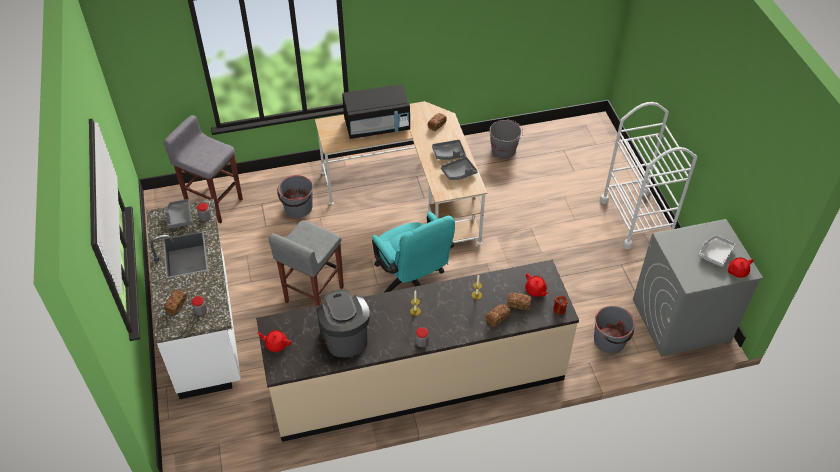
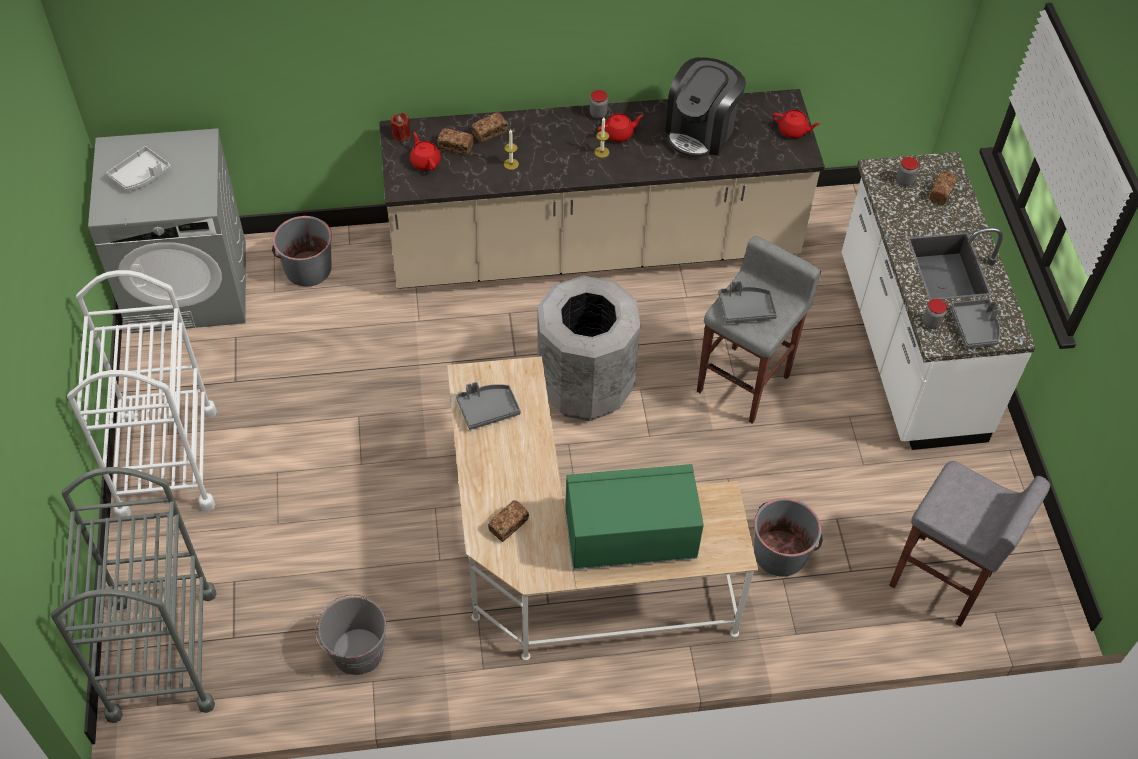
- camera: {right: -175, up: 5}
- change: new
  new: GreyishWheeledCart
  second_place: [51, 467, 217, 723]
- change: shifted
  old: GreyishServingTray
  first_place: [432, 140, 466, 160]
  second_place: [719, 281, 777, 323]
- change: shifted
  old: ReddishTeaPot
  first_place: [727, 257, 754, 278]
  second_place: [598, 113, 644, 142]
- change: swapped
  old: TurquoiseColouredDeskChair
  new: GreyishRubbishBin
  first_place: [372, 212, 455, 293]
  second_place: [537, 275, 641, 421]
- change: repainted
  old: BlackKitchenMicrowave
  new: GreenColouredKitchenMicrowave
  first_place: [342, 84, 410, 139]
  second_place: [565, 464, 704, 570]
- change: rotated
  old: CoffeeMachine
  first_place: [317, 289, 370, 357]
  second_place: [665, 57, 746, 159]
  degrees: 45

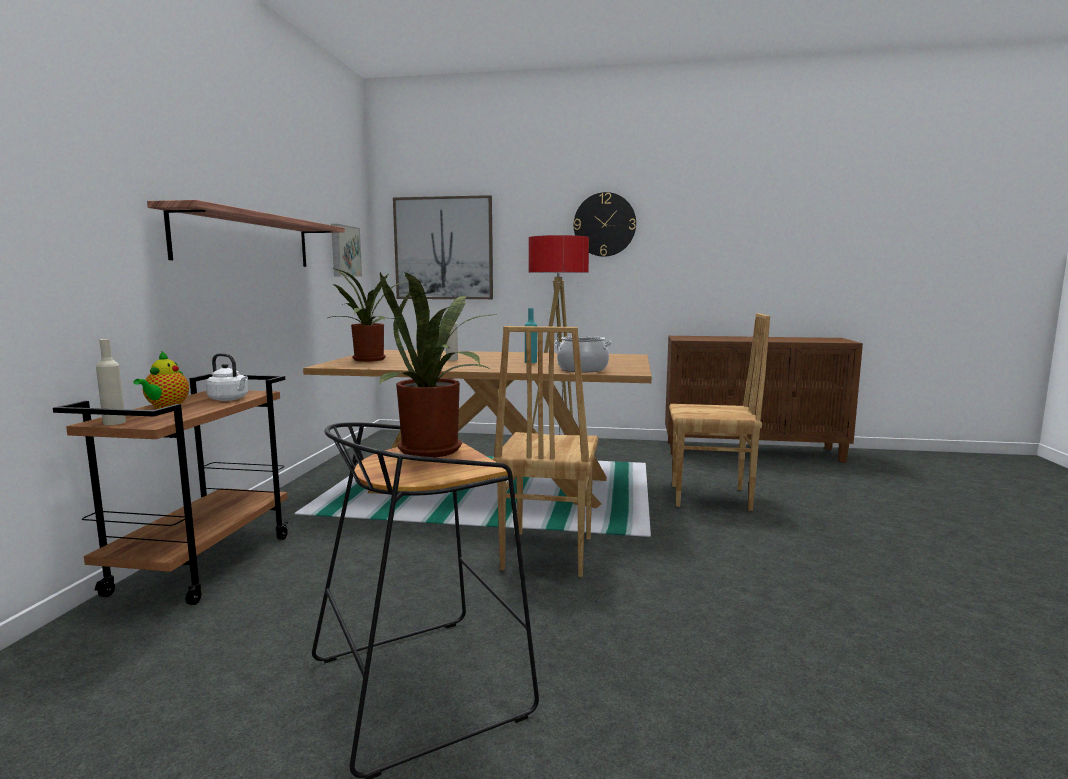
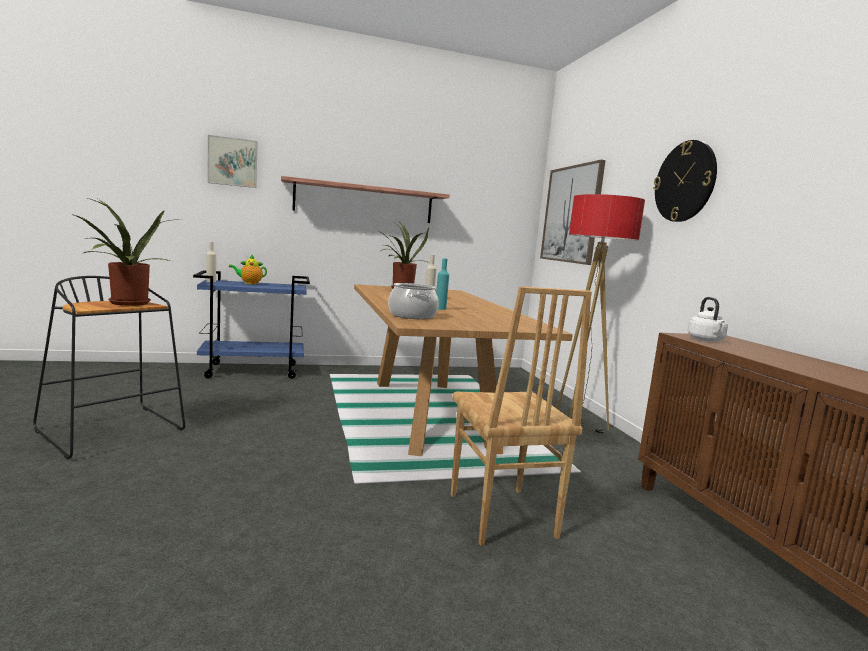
- camera: {right: 65, up: 0}
- change: gone
  old: BrownColouredChair
  first_place: [492, 326, 599, 577]
- change: shifted
  old: WhitishWaterKettle
  first_place: [206, 353, 248, 401]
  second_place: [688, 297, 728, 342]
- change: shifted
  old: Picture
  first_place: [331, 224, 362, 277]
  second_place: [207, 135, 258, 188]
- change: repainted
  old: BrownColouredWheeledCart
  new: BlueColouredWheeledCart
  first_place: [53, 374, 289, 605]
  second_place: [193, 270, 310, 379]

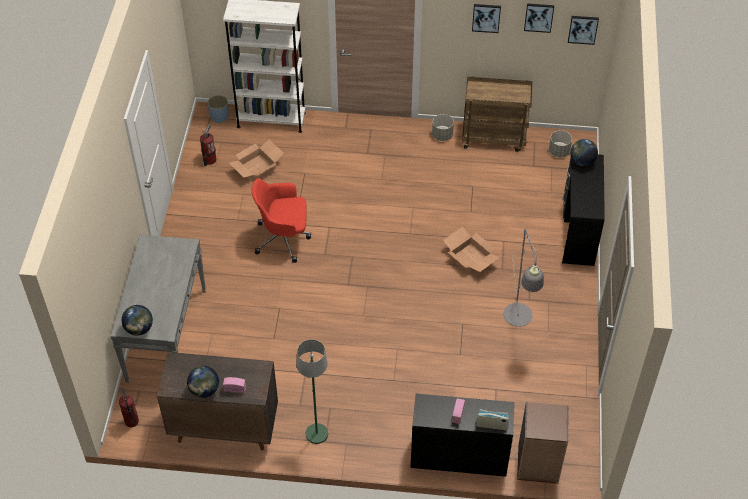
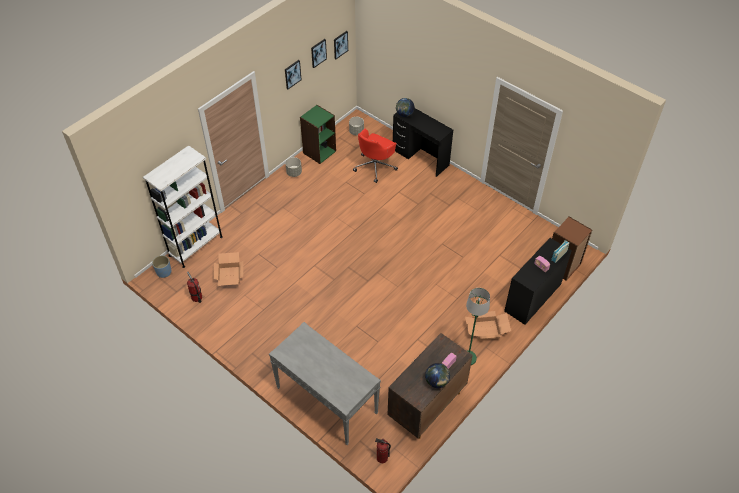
- camera: {right: -55, up: 0}
- change: gone
  old: WorldGlobe
  first_place: [122, 305, 153, 336]
- change: gone
  old: GreyishFloorLamp
  first_place: [503, 229, 544, 327]
- change: shifted
  old: ReddishDeskChair
  first_place: [252, 178, 311, 263]
  second_place: [353, 129, 398, 183]
- change: shifted
  old: PackingBox
  first_place: [443, 227, 500, 274]
  second_place: [465, 311, 511, 341]
- change: swapped
  old: BrownColouredWheeledCart
  new: GreenColouredShelvingUnit
  first_place: [462, 76, 532, 152]
  second_place: [300, 105, 336, 164]

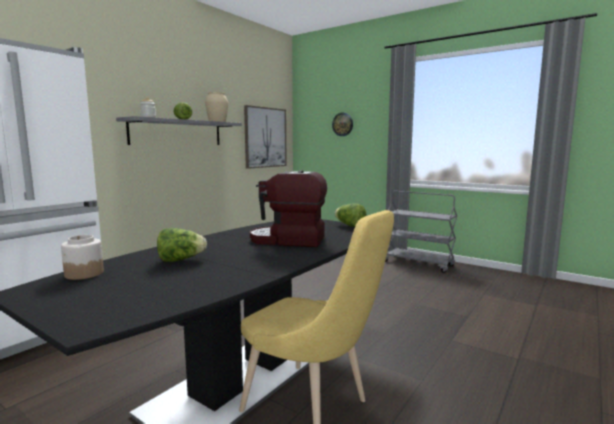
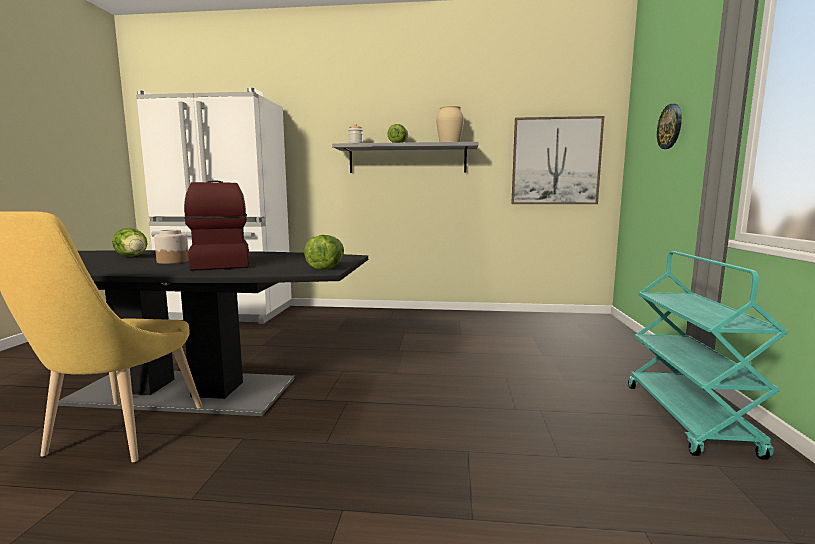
- camera: {right: 60, up: 0}
- change: shifted
  old: PreserveJar
  first_place: [61, 235, 104, 280]
  second_place: [154, 230, 189, 264]
- change: repainted
  old: GreyishWheeledCart
  new: TurquoiseColouredWheeledCart
  first_place: [385, 191, 457, 273]
  second_place: [628, 251, 789, 460]

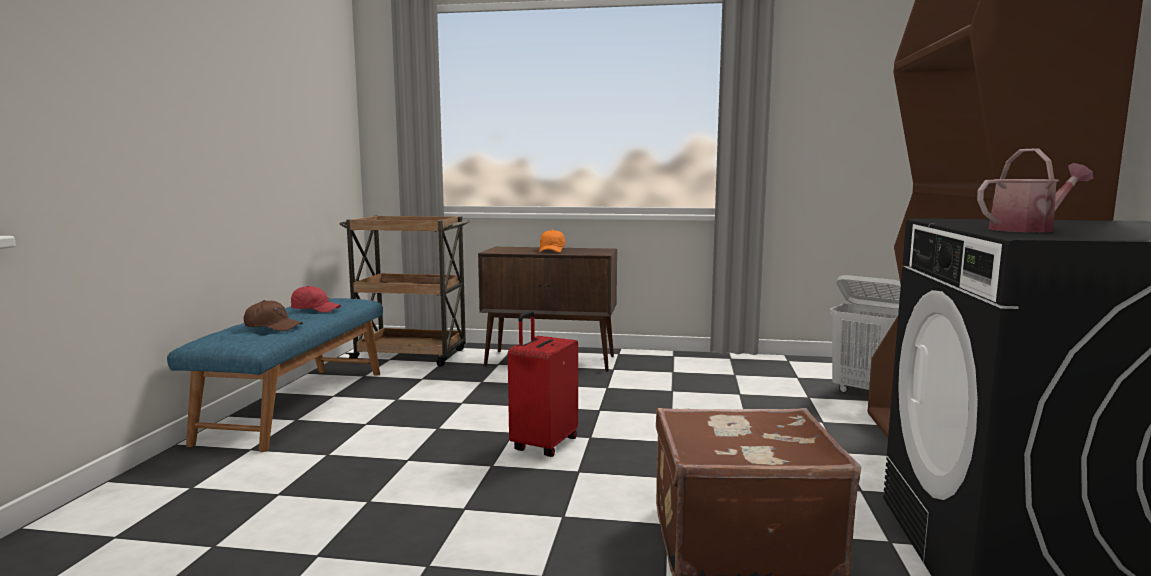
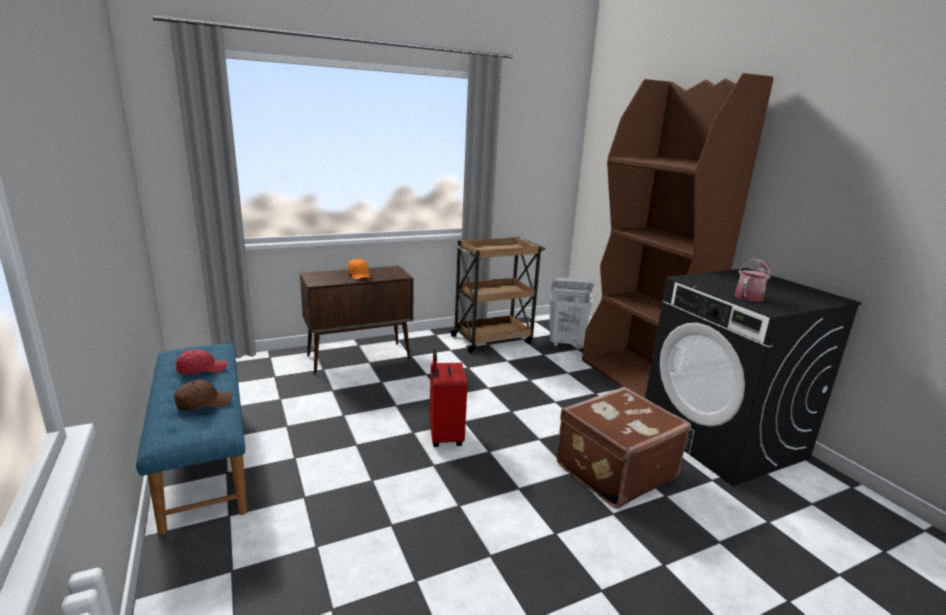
- camera: {right: -35, up: 10}
- change: shifted
  old: BrownColouredWheeledCart
  first_place: [339, 216, 470, 367]
  second_place: [449, 237, 545, 353]

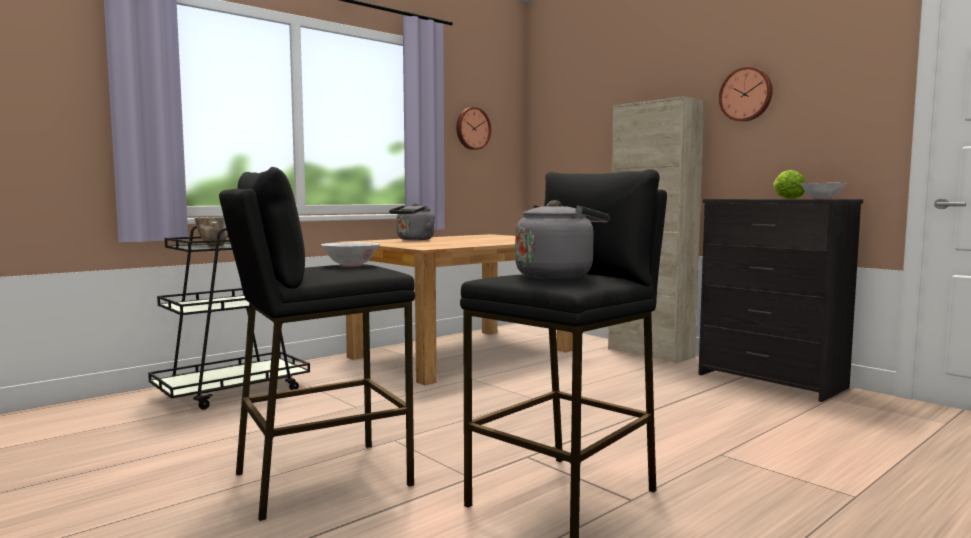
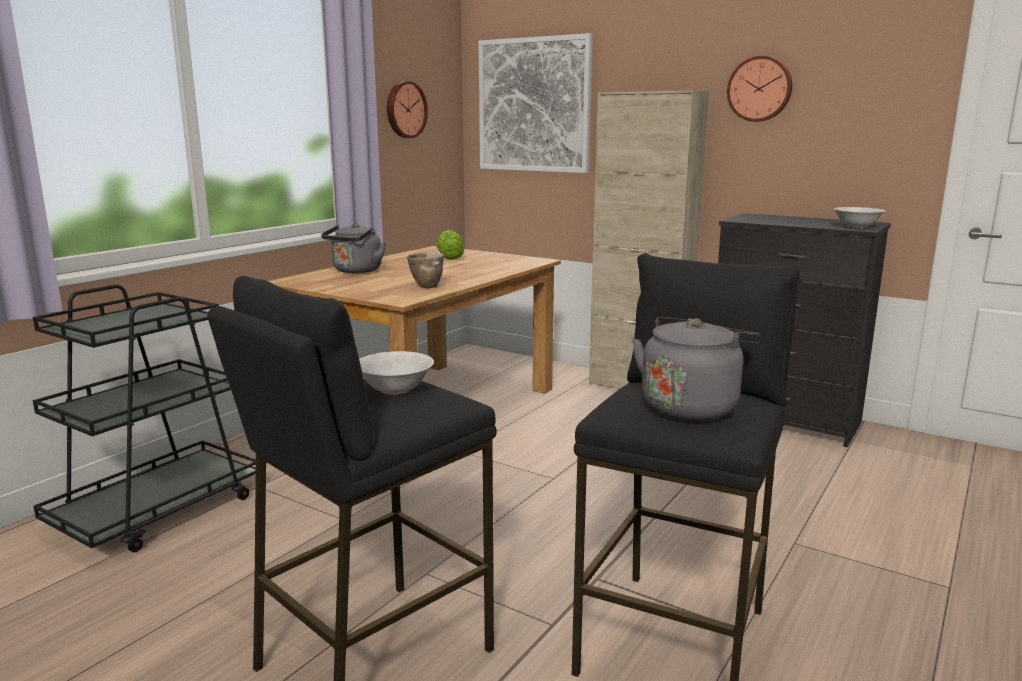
- camera: {right: -15, up: 10}
- change: new
  new: Picture
  second_place: [478, 33, 593, 173]
- change: shifted
  old: ServingBowl
  first_place: [195, 217, 228, 246]
  second_place: [407, 252, 444, 288]
- change: shifted
  old: HeadOfLettuce
  first_place: [773, 170, 805, 199]
  second_place: [437, 230, 464, 260]

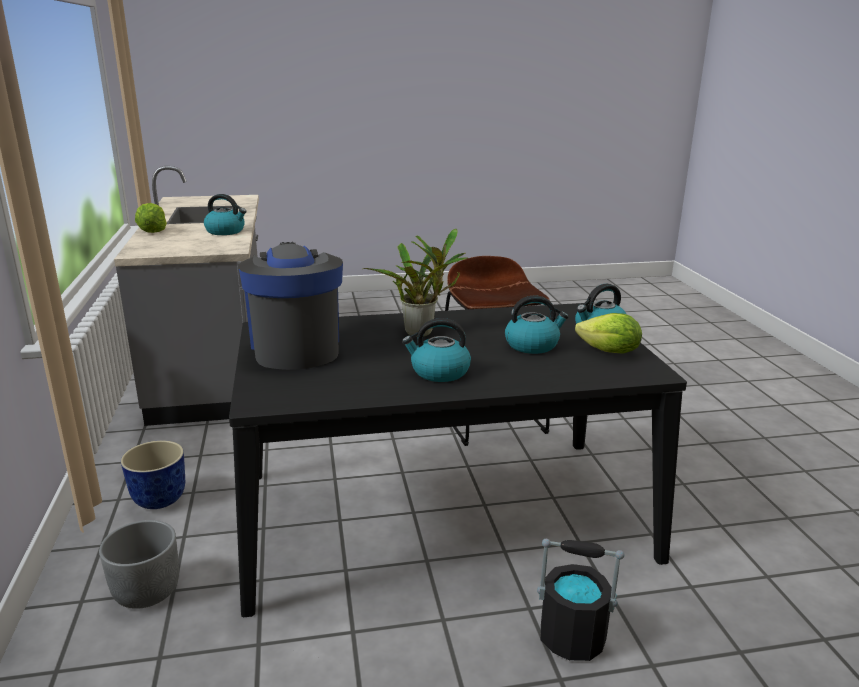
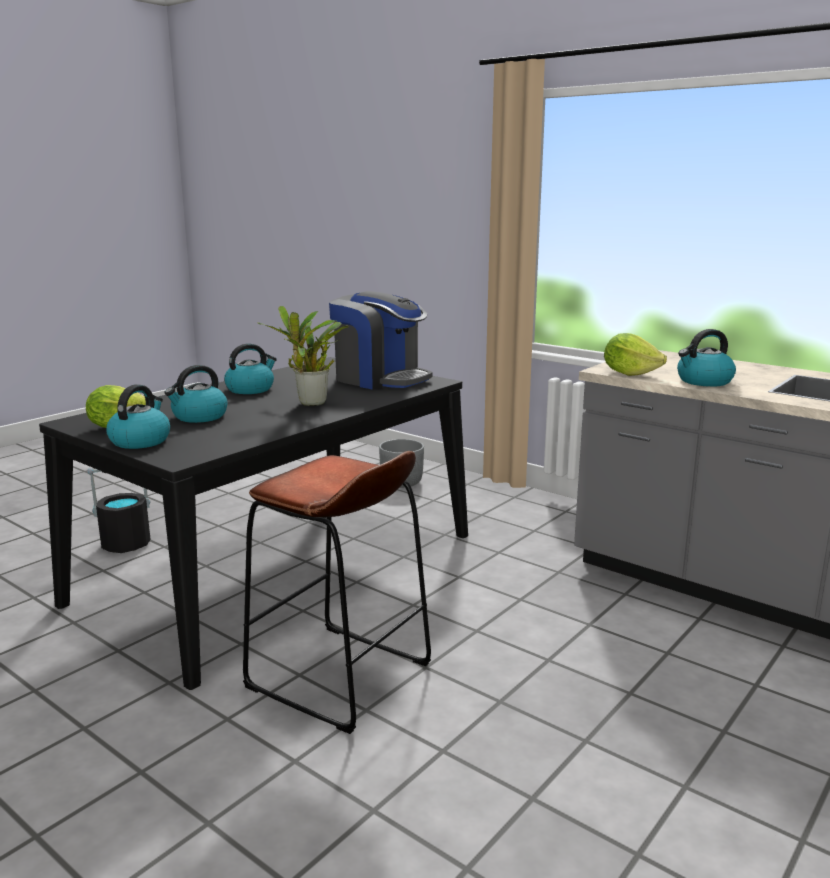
- camera: {right: 140, up: -5}
- change: gone
  old: PlantPot
  first_place: [121, 440, 185, 509]
- change: shifted
  old: HeadOfLettuce
  first_place: [135, 203, 167, 233]
  second_place: [604, 333, 667, 376]

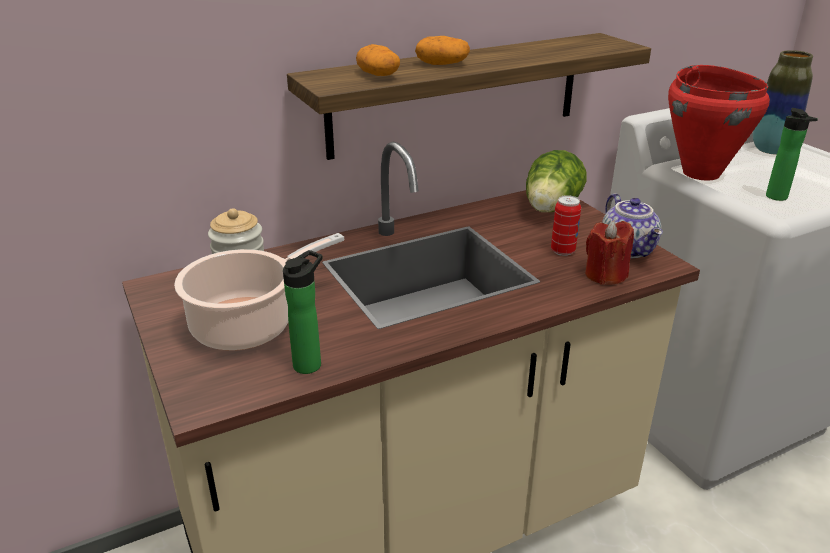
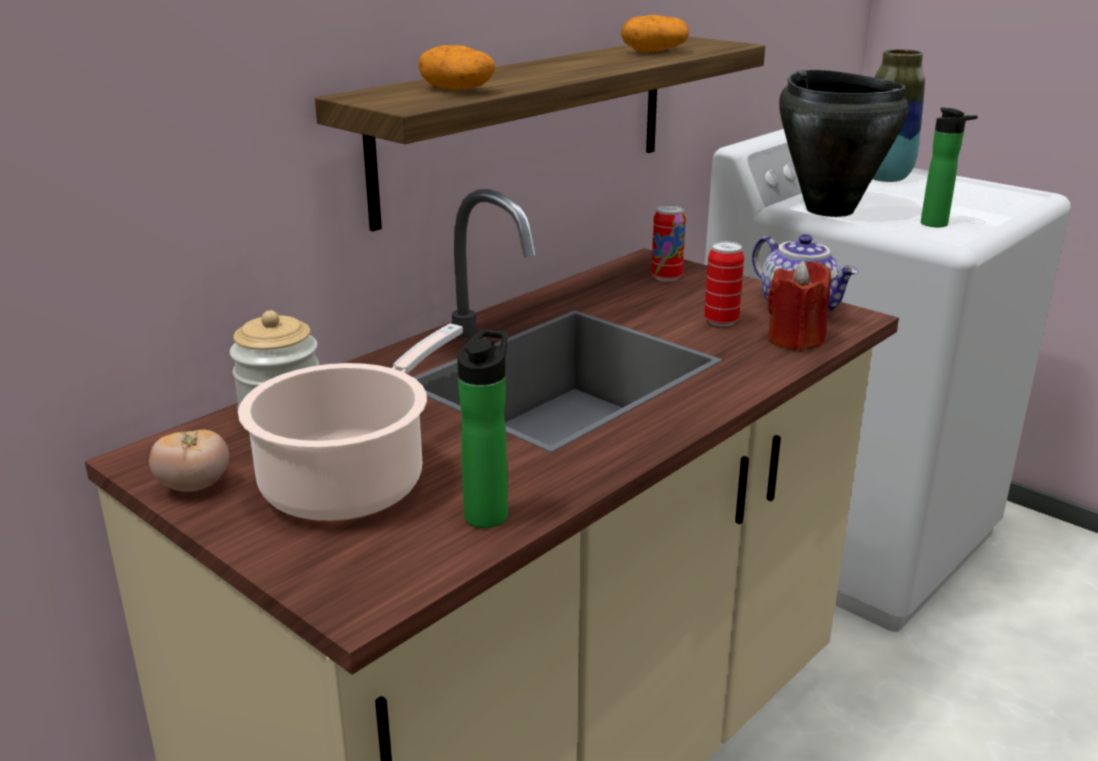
- camera: {right: -20, up: -5}
- change: new
  new: Tomato
  second_place: [149, 430, 229, 492]
- change: shifted
  old: Spud
  first_place: [415, 36, 470, 65]
  second_place: [621, 15, 689, 52]
- change: swapped
  old: HeadOfLettuce
  new: SealedCan
  first_place: [526, 150, 587, 212]
  second_place: [651, 205, 686, 282]
- change: repainted
  old: ReddishCookingPot
  new: BlackCookingPot
  first_place: [668, 65, 770, 181]
  second_place: [779, 70, 909, 217]

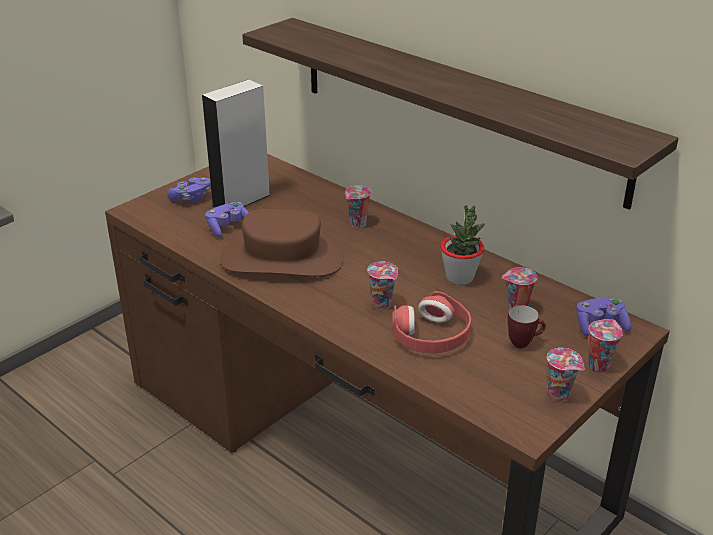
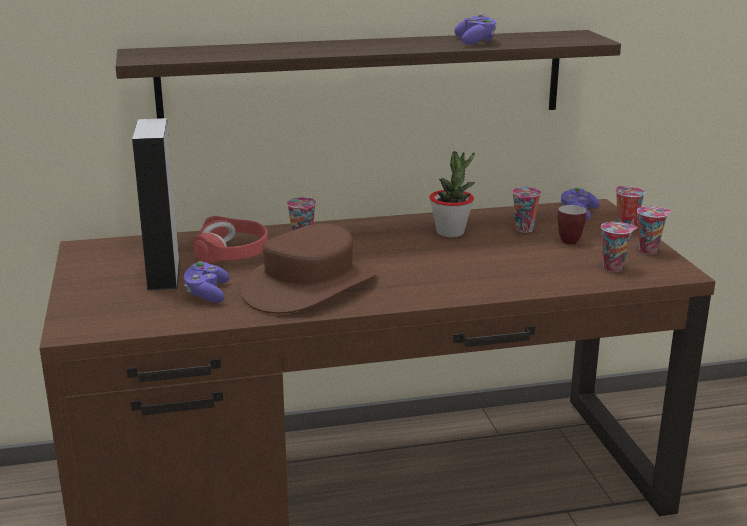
- camera: {right: -55, up: -10}
- change: shifted
  old: PurplishJoypad
  first_place: [167, 177, 211, 203]
  second_place: [454, 13, 497, 45]
- change: shifted
  old: Cup
  first_place: [367, 262, 398, 310]
  second_place: [601, 222, 638, 272]
- change: shifted
  old: ReddishHeadphones
  first_place: [392, 291, 472, 353]
  second_place: [193, 216, 268, 263]

